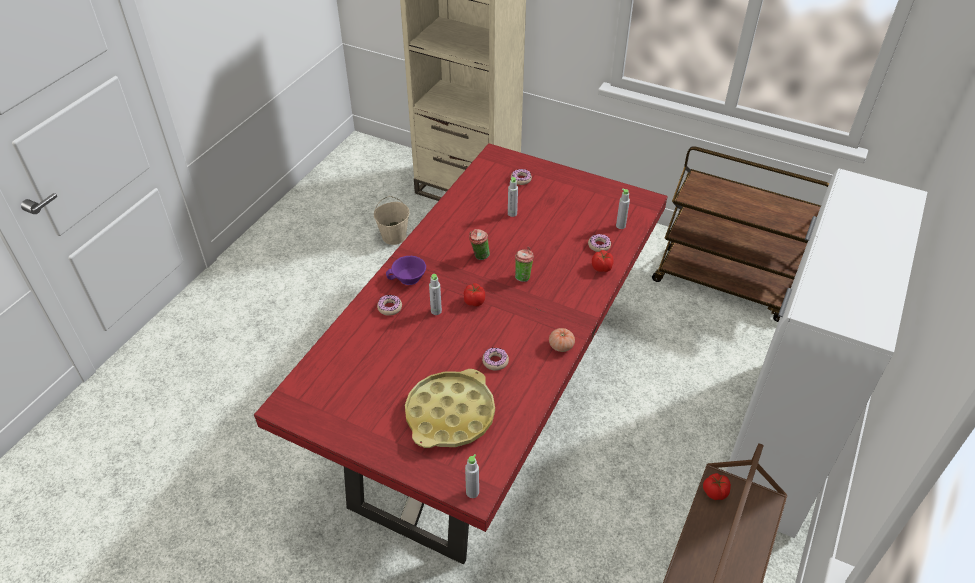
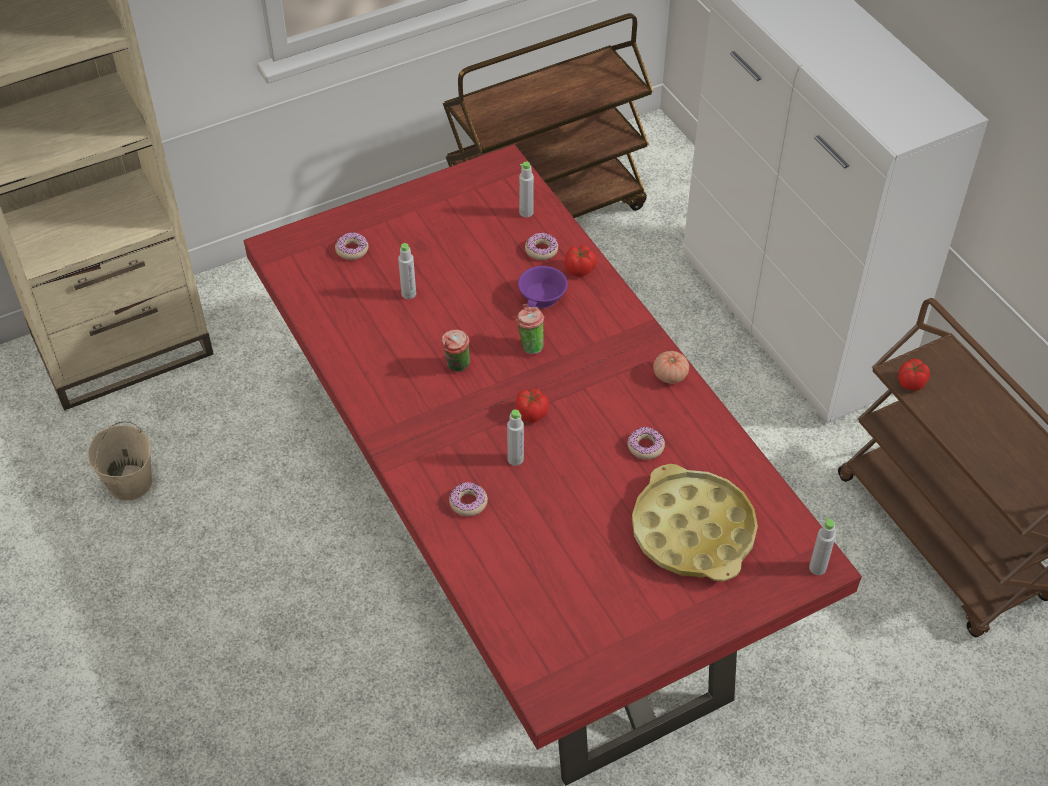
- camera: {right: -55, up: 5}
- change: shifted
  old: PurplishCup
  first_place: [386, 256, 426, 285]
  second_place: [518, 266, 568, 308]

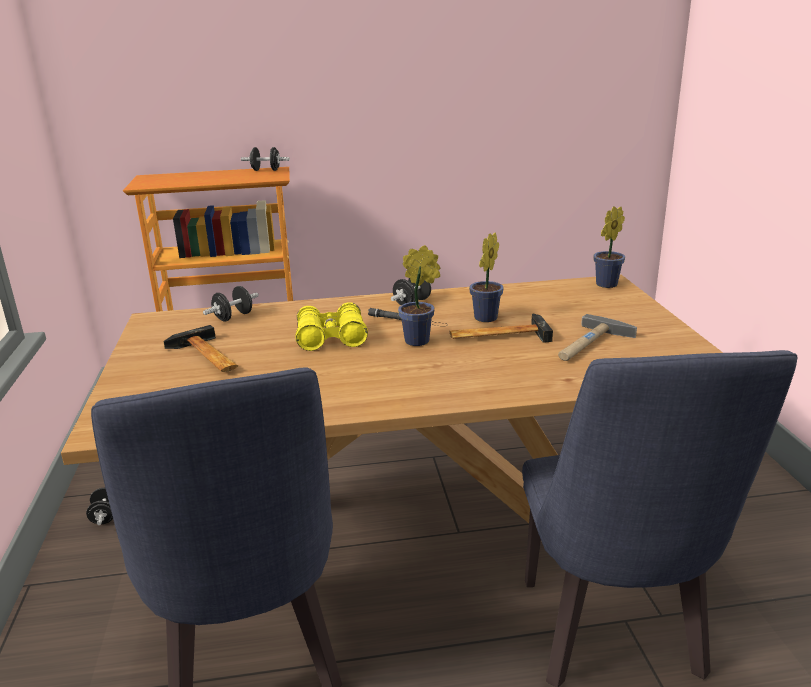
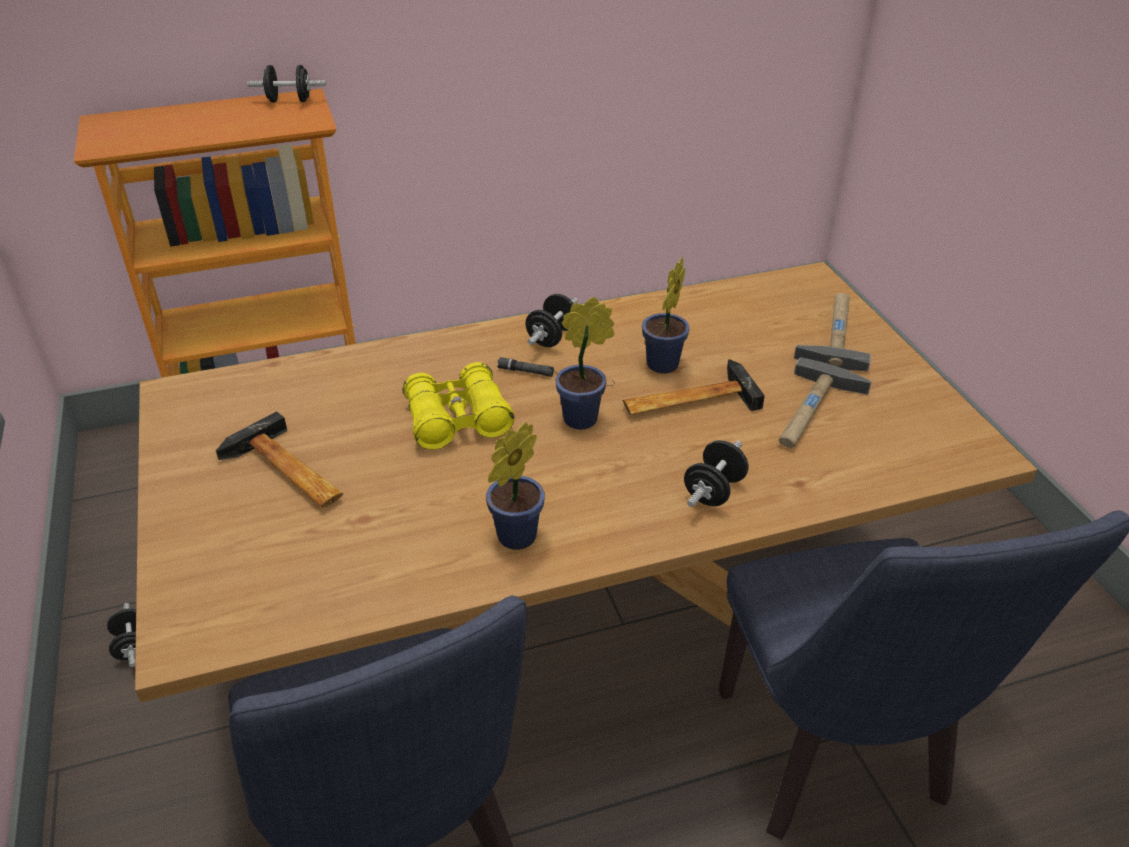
- camera: {right: -10, up: 15}
- change: new
  new: HandHammer
  second_place: [794, 293, 871, 371]
- change: shifted
  old: BlackFreeWeight
  first_place: [203, 286, 259, 321]
  second_place: [684, 440, 749, 507]
- change: shifted
  old: PottedPlant
  first_place: [593, 206, 625, 288]
  second_place: [486, 423, 545, 550]

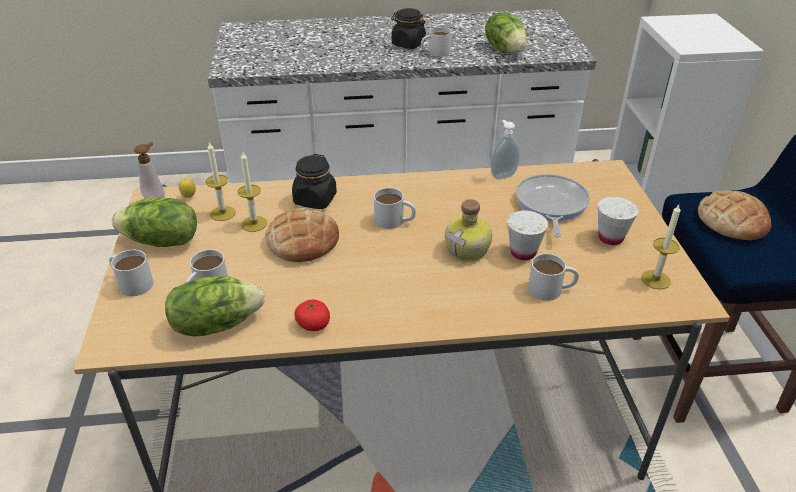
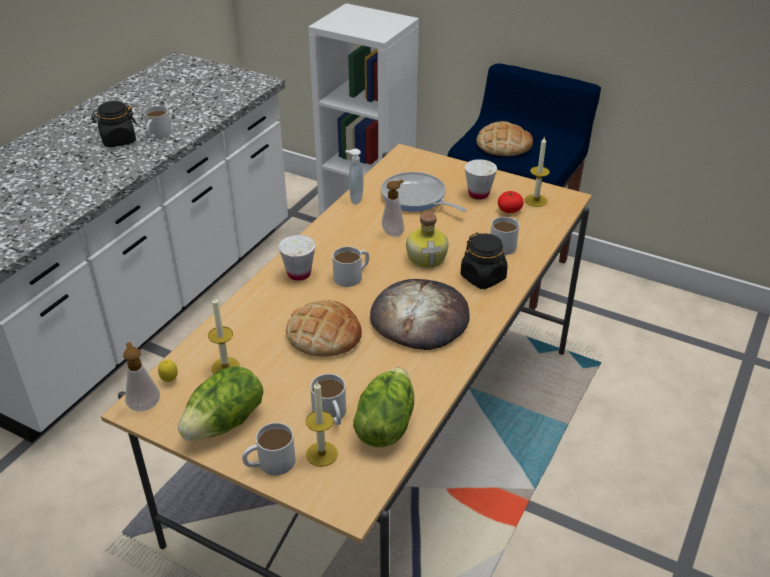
- camera: {right: -55, up: 0}
- change: gone
  old: HeadOfLettuce
  first_place: [485, 12, 527, 53]
- change: new
  new: Bread
  second_place: [370, 279, 470, 350]
- change: new
  new: SoapDispenser
  second_place: [382, 179, 404, 237]
- change: shifted
  old: Candle
  first_place: [238, 152, 267, 232]
  second_place: [306, 381, 338, 467]
- change: shifted
  old: BlackPreserveJar
  first_place: [292, 154, 337, 209]
  second_place: [461, 233, 508, 289]
- change: shifted
  old: Tomato
  first_place: [294, 300, 330, 331]
  second_place: [498, 191, 523, 213]
- change: shifted
  old: WhitishCup
  first_place: [507, 210, 548, 260]
  second_place: [278, 235, 316, 281]

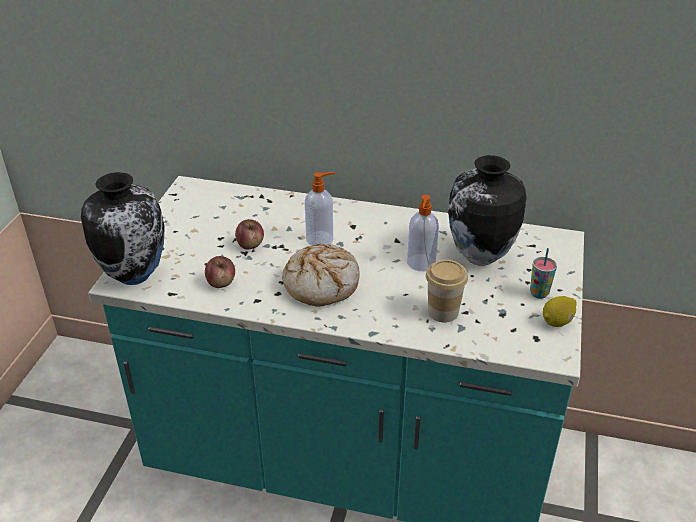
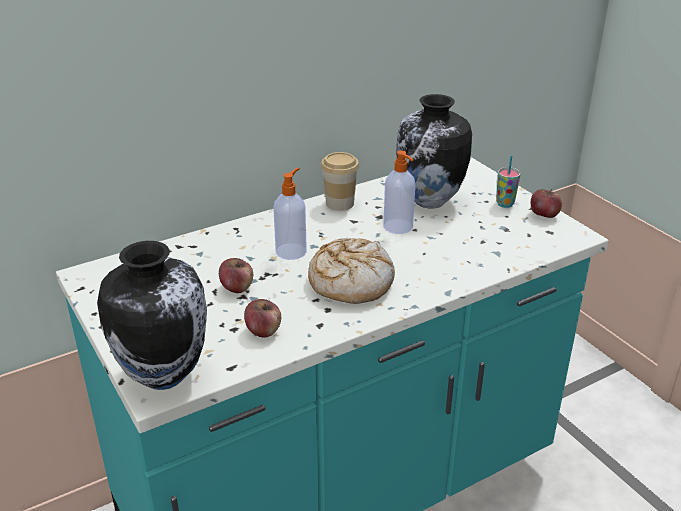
- camera: {right: -45, up: -5}
- change: shifted
  old: Cup
  first_place: [426, 260, 468, 322]
  second_place: [321, 152, 359, 211]
- change: swapped
  old: Lemon
  new: Apple
  first_place: [543, 296, 577, 327]
  second_place: [531, 189, 562, 218]

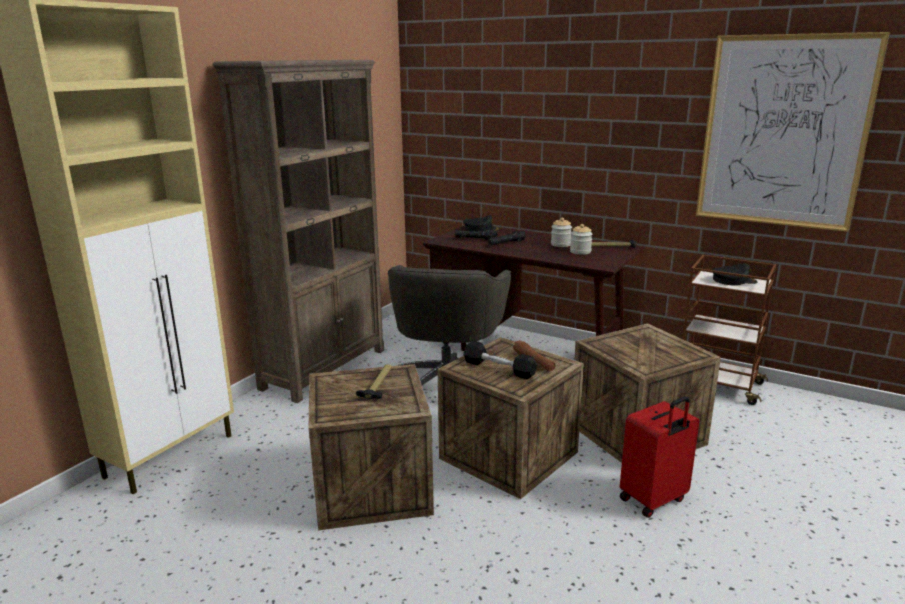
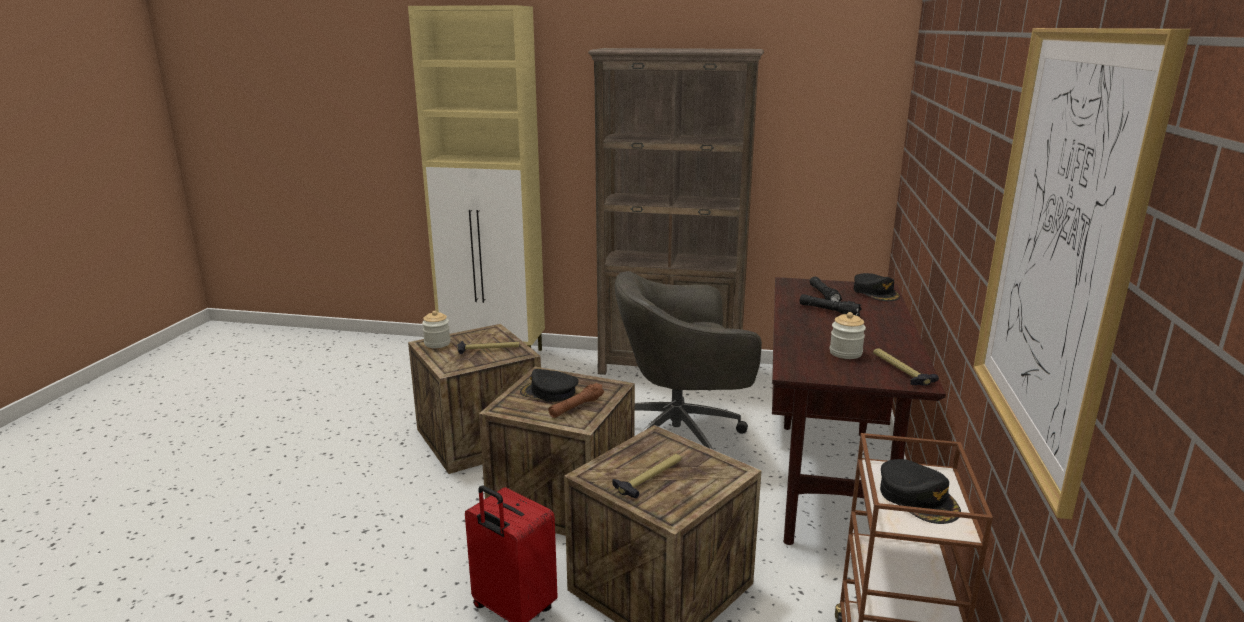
- camera: {right: 70, up: 0}
- change: new
  new: HandHammer
  second_place: [612, 454, 682, 498]
- change: shifted
  old: PreserveJar
  first_place: [551, 218, 572, 247]
  second_place: [422, 311, 450, 348]
- change: swapped
  old: BlackFreeWeight
  new: BlackPeakedCap
  first_place: [464, 341, 537, 379]
  second_place: [520, 369, 579, 402]

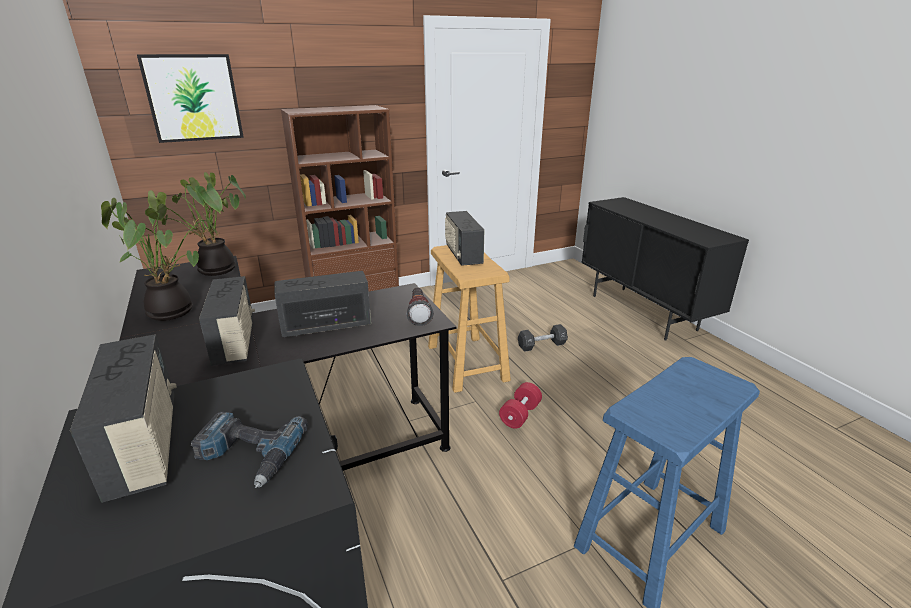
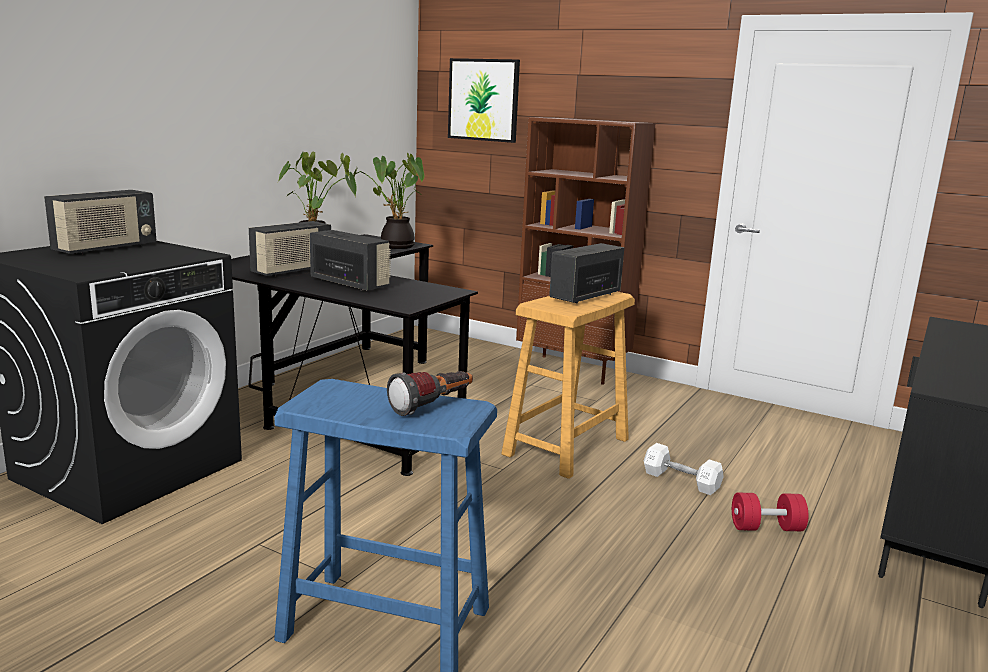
- camera: {right: 55, up: -10}
- change: gone
  old: PowerDrill
  first_place: [190, 412, 308, 488]
- change: shifted
  old: Torch
  first_place: [406, 288, 434, 326]
  second_place: [387, 371, 473, 416]
- change: shifted
  old: ReddishFreeWeight
  first_place: [499, 382, 542, 429]
  second_place: [732, 493, 808, 531]
- change: repainted
  old: BlackFreeWeight
  new: WhitishFreeWeight
  first_place: [518, 324, 568, 352]
  second_place: [644, 443, 724, 495]

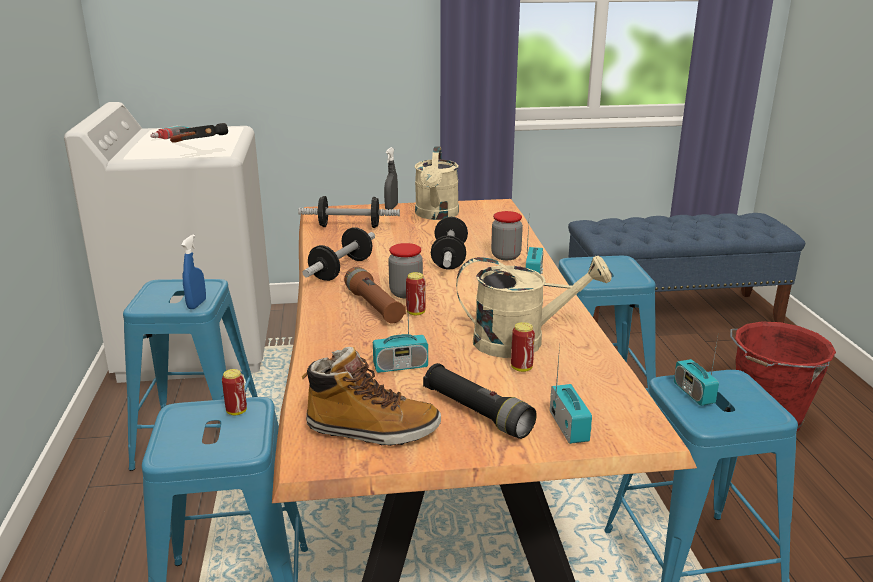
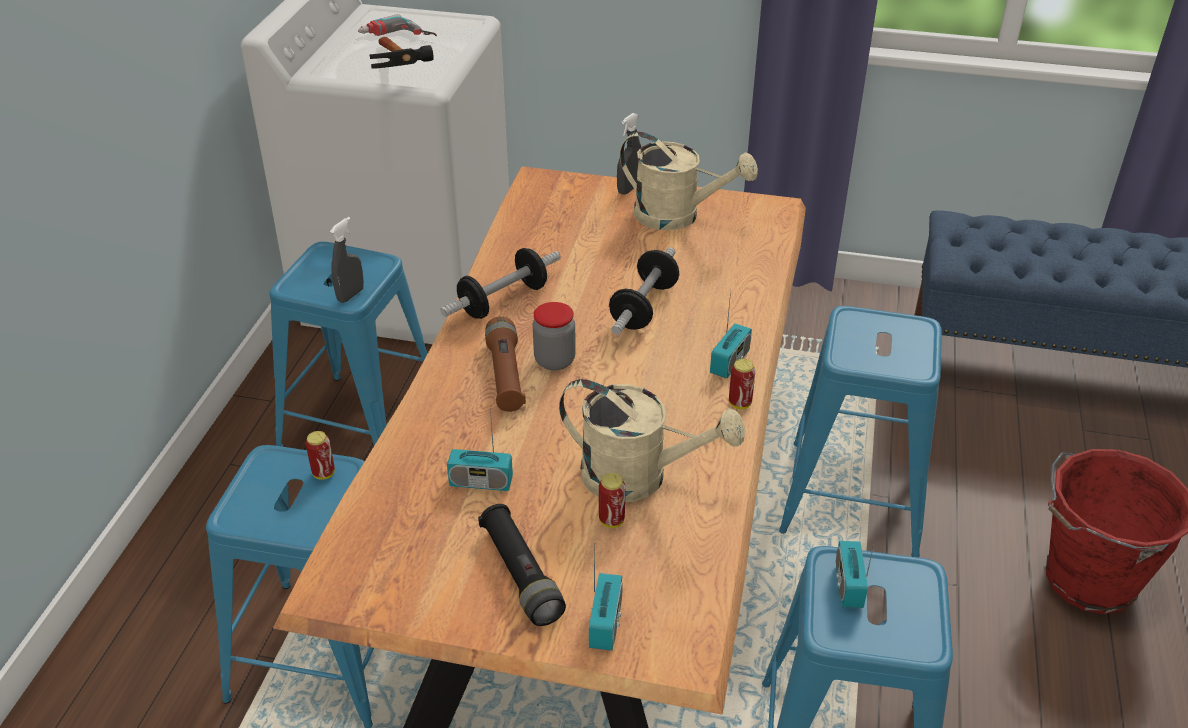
- camera: {right: 20, up: 15}
- change: gone
  old: FreeWeight
  first_place: [298, 196, 400, 228]
- change: gone
  old: Boot
  first_place: [302, 347, 441, 446]
- change: gone
  old: PreserveJar
  first_place: [491, 211, 523, 260]
- change: shifted
  old: SealedCan
  first_place: [406, 272, 426, 315]
  second_place: [729, 359, 756, 409]
- change: repainted
  old: BlueColouredSprayer
  new: GreyishSprayer
  first_place: [181, 234, 206, 309]
  second_place: [330, 217, 364, 303]
- change: rotated
  old: BeigeWateringPot
  first_place: [415, 146, 459, 220]
  second_place: [620, 132, 758, 230]
  degrees: -90

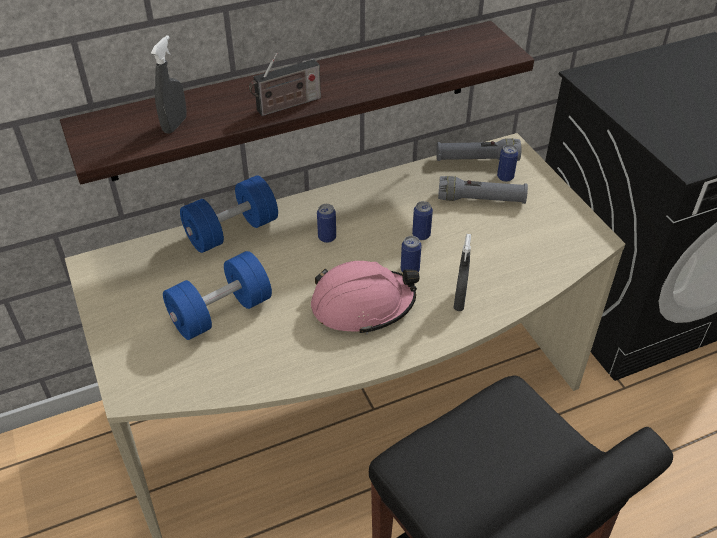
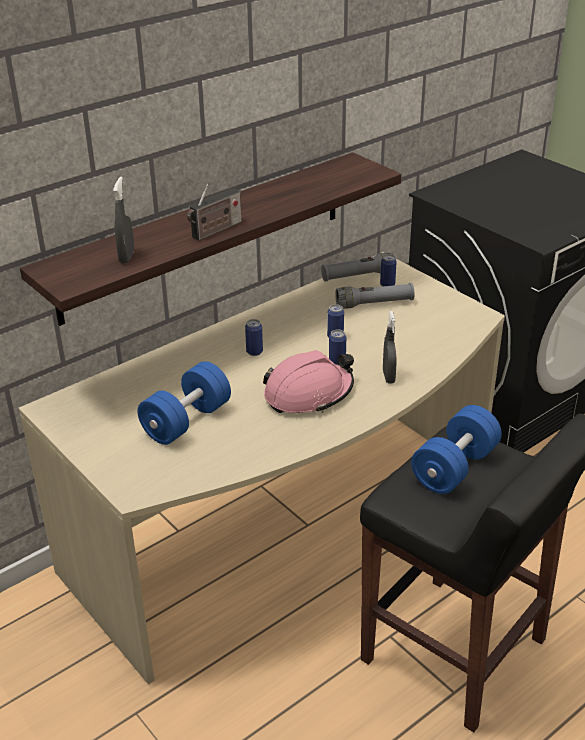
- camera: {right: -15, up: -10}
- change: shifted
  old: BlueColouredFreeWeight
  first_place: [180, 175, 278, 253]
  second_place: [411, 405, 502, 494]

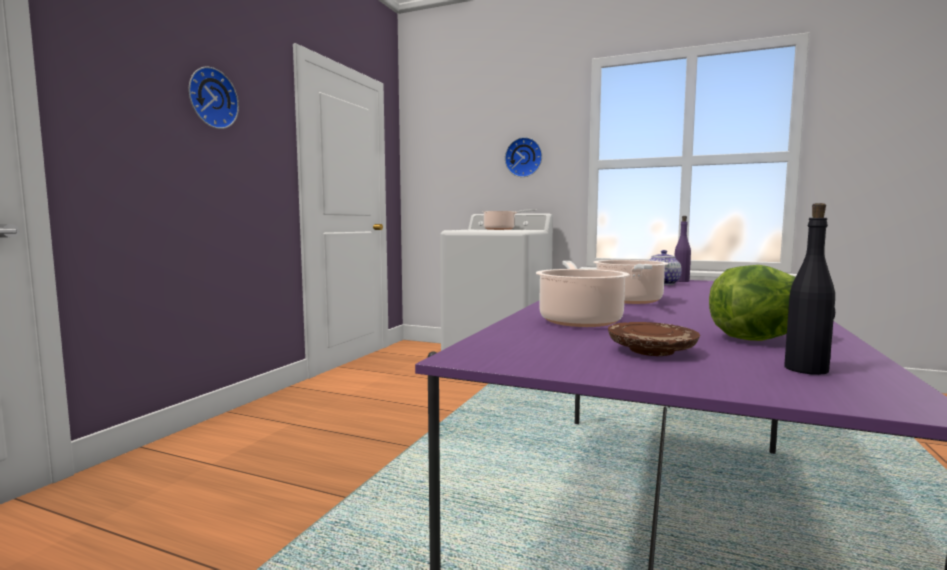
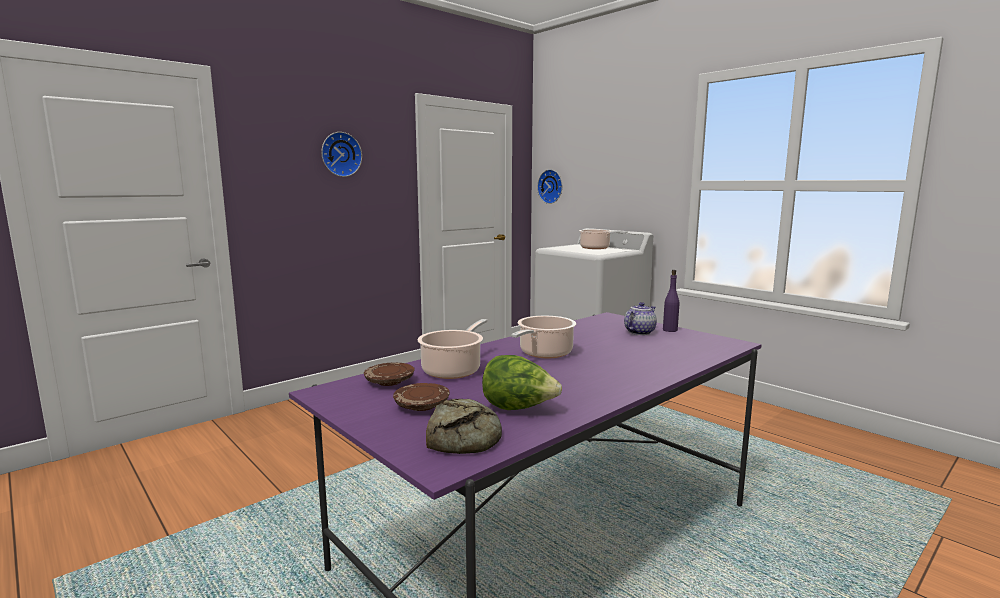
- camera: {right: 25, up: 5}
- change: new
  new: BrownColouredFlatDish
  second_place: [364, 362, 415, 386]
- change: shifted
  old: WallClock
  first_place: [505, 137, 542, 177]
  second_place: [537, 169, 562, 204]
- change: swapped
  old: BlackBeverageBottle
  new: Bread
  first_place: [784, 203, 835, 375]
  second_place: [426, 399, 502, 454]

